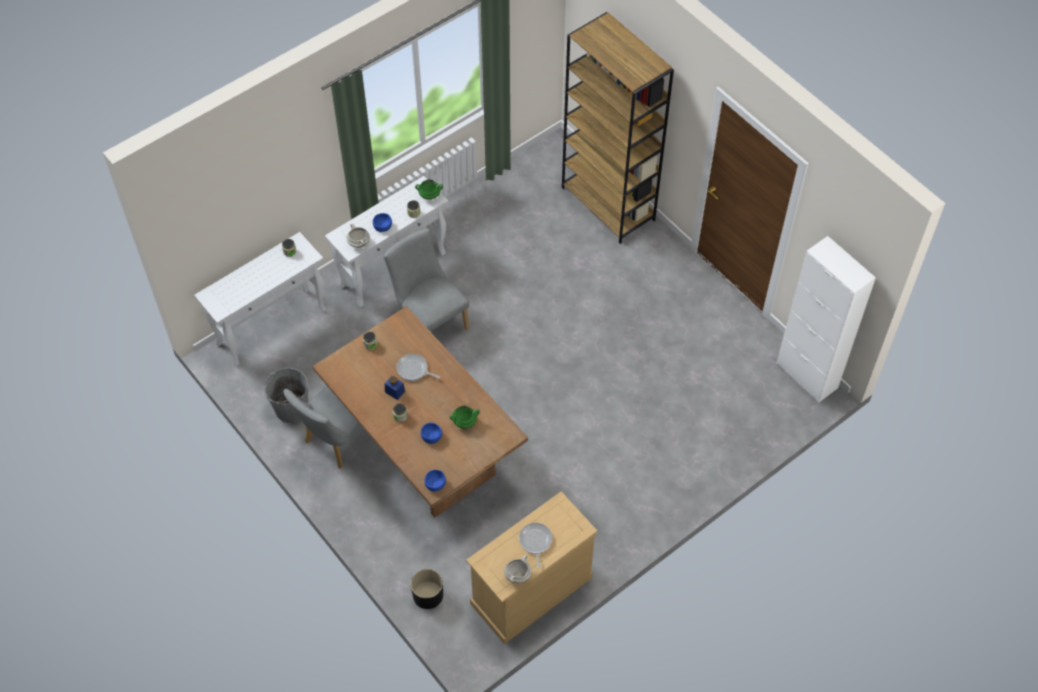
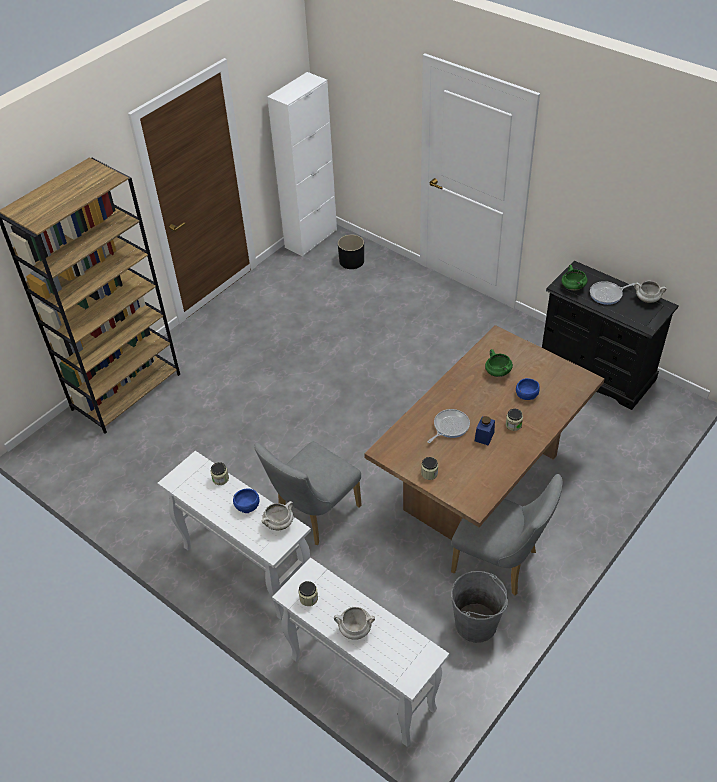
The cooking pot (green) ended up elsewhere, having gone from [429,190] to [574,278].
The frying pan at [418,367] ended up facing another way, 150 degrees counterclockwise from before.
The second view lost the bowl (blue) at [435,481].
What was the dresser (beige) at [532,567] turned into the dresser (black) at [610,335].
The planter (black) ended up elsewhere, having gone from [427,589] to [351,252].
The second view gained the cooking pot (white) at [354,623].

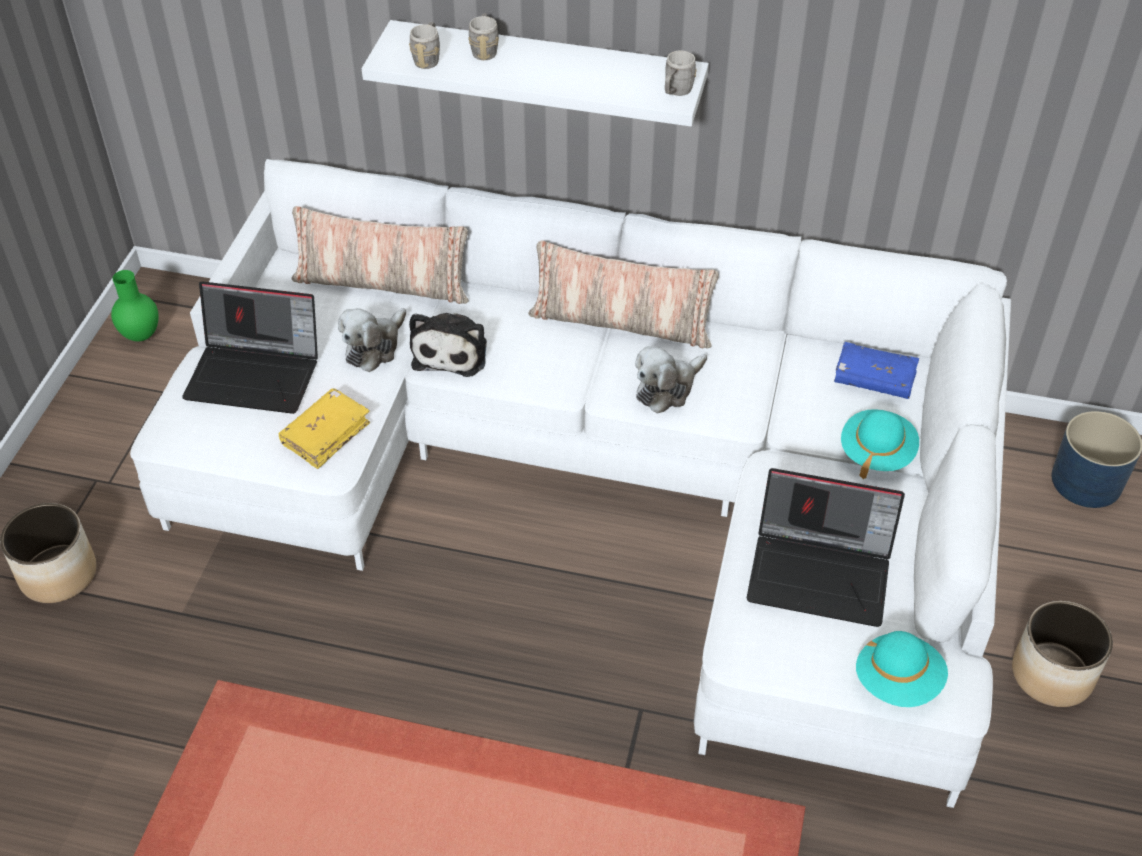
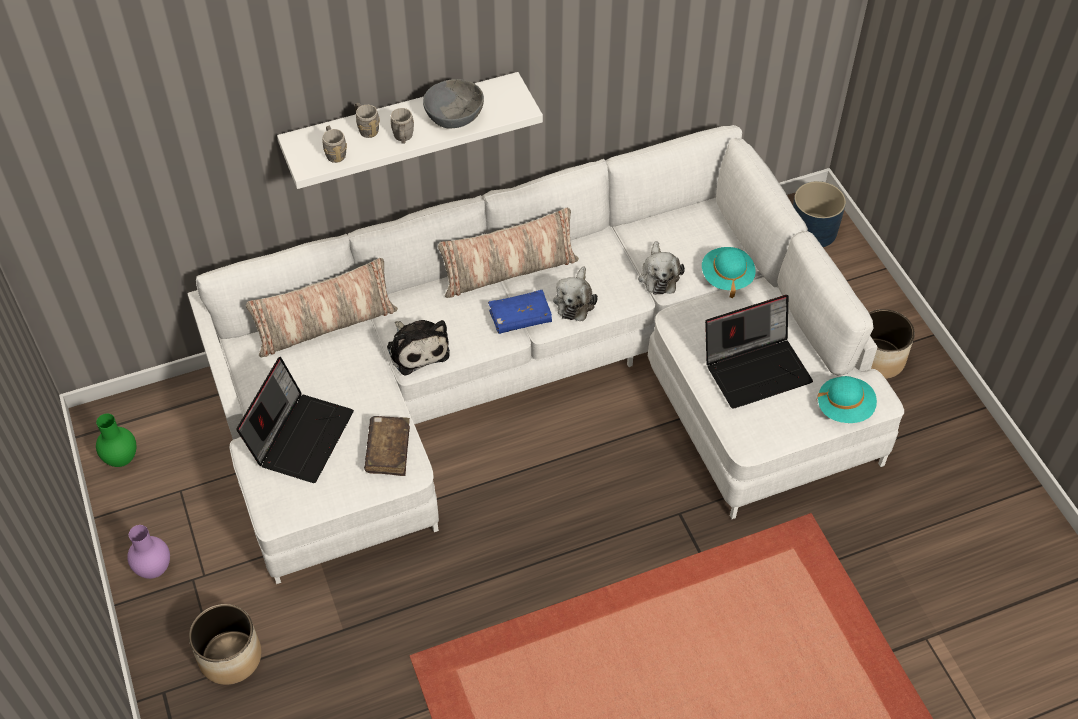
The mug (grey) ended up elsewhere, having gone from [681,73] to [402,126].
The laptop at [250,348] ended up facing another way, 45 degrees counterclockwise from before.
The plush toy ended up elsewhere, having gone from [372,340] to [661,268].
The book (blue) ended up elsewhere, having gone from [876,370] to [520,312].
What was the book (yellow) at [324,429] turned into the book (brown) at [387,446].
The second view gained the bowl (grey) at [453,103].
The second view gained the vase (purple) at [148,552].

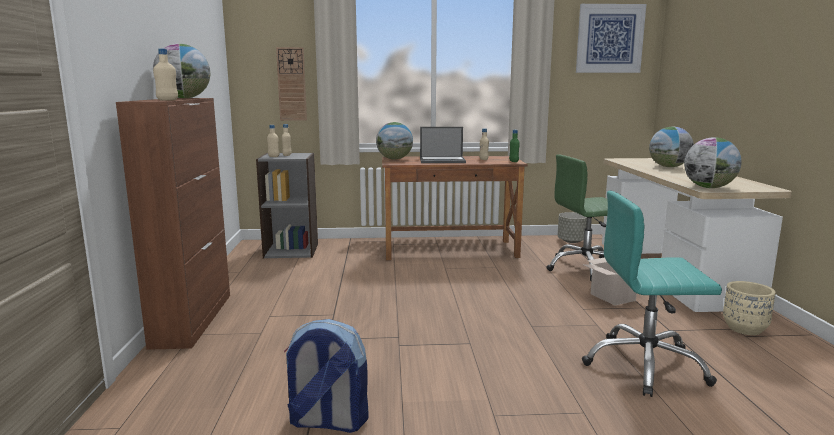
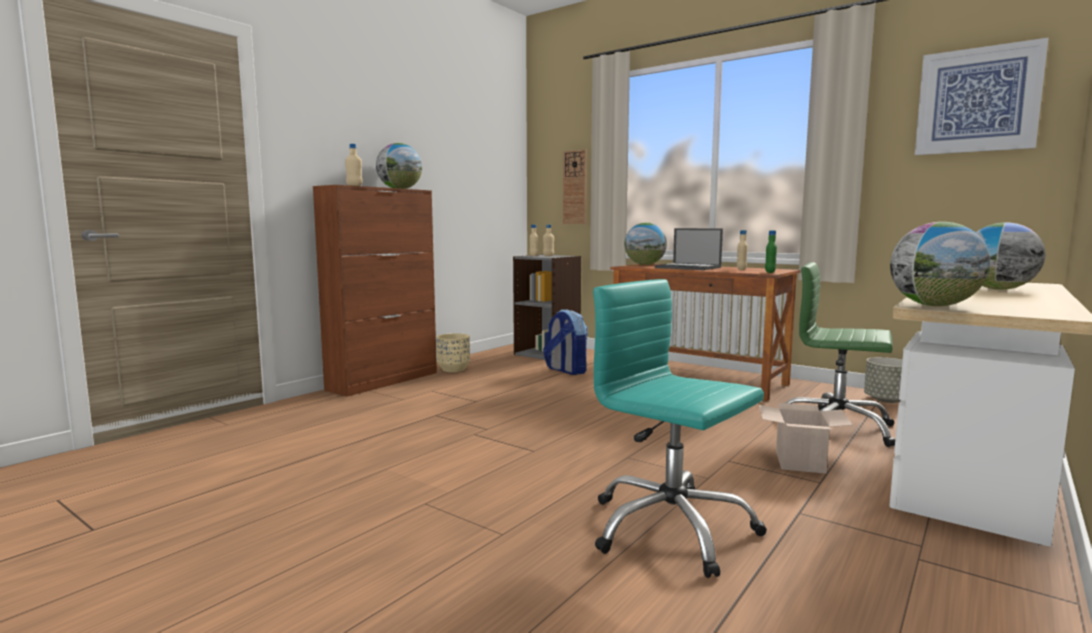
The planter (beige) ended up elsewhere, having gone from [749,308] to [453,352].
The backpack ended up elsewhere, having gone from [326,376] to [565,342].

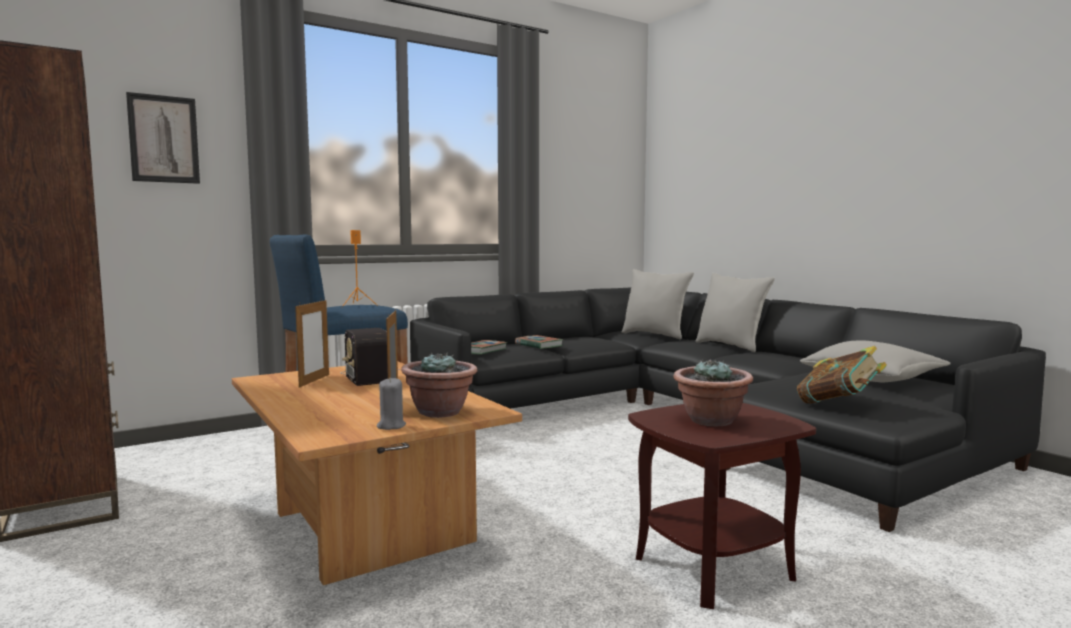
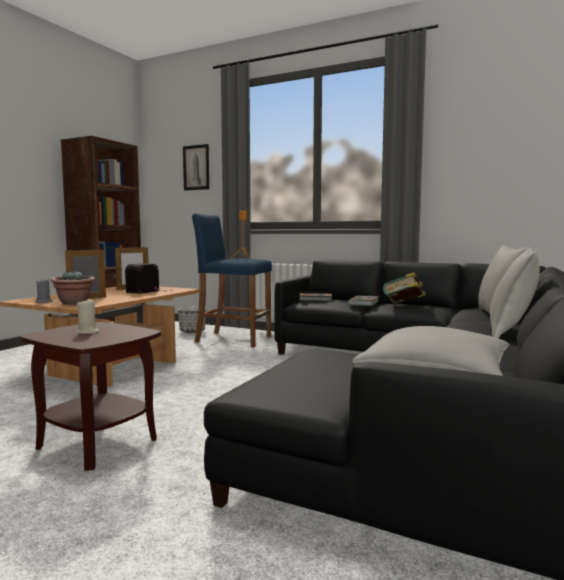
The book ended up elsewhere, having gone from [842,375] to [404,288].
Where the potted plant stood at [713,392], the candle (beige) came to stand at [88,317].
The second view gained the planter at [192,320].

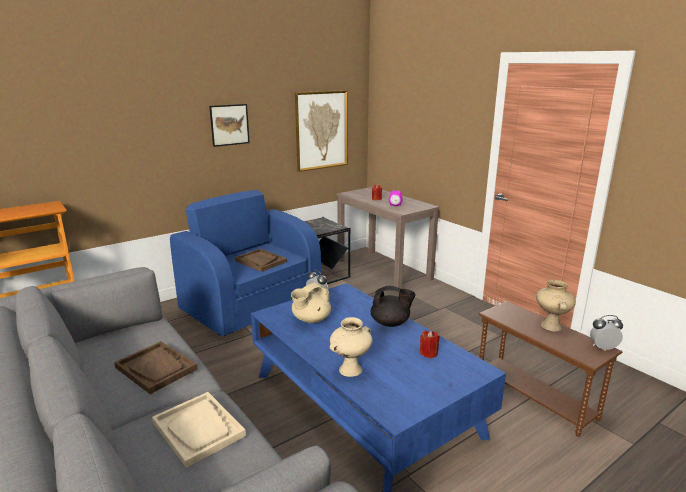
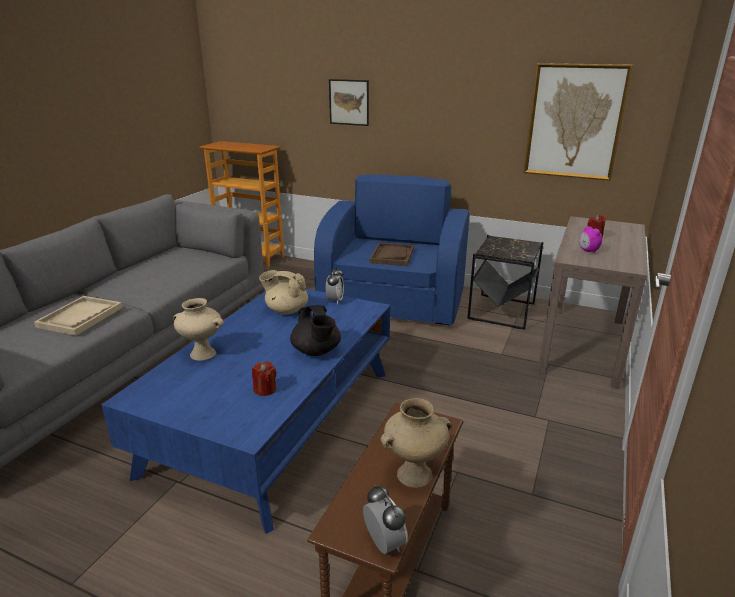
The picture ended up elsewhere, having gone from [229,125] to [349,102].
The second view lost the tray (brown) at [156,367].

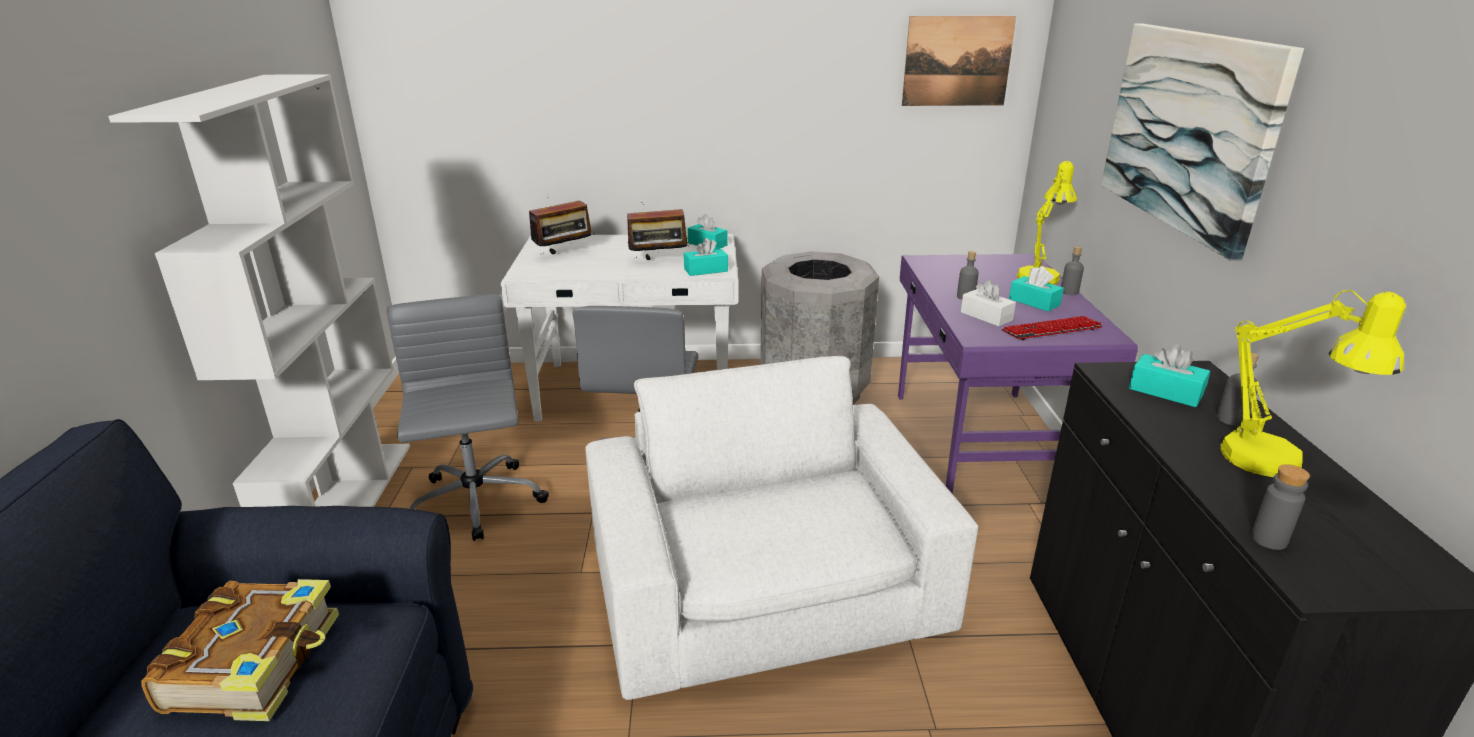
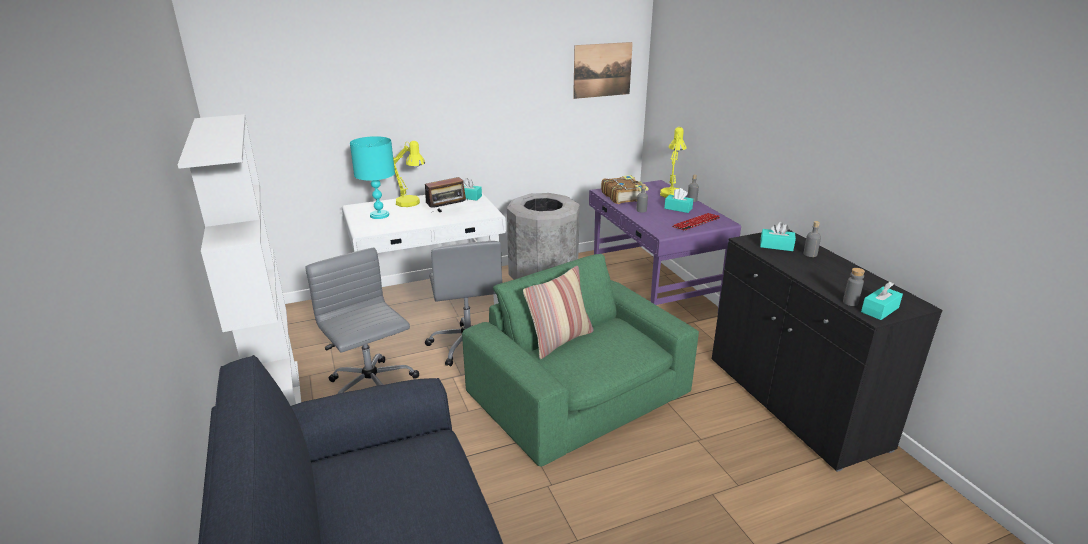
The second view lost the picture at [1202,142].
Where the radio stood at [562,225], the table lamp (turquoise) came to stand at [372,177].
The tissue box (turquoise) ended up elsewhere, having gone from [706,257] to [882,301].
The second view lost the tissue box (white) at [988,303].
The table lamp (yellow) ended up elsewhere, having gone from [1313,383] to [409,174].
What was the armchair (white) at [782,528] turned into the armchair (green) at [580,360].
The book ended up elsewhere, having gone from [240,650] to [624,189].
The second view gained the pillow at [558,312].

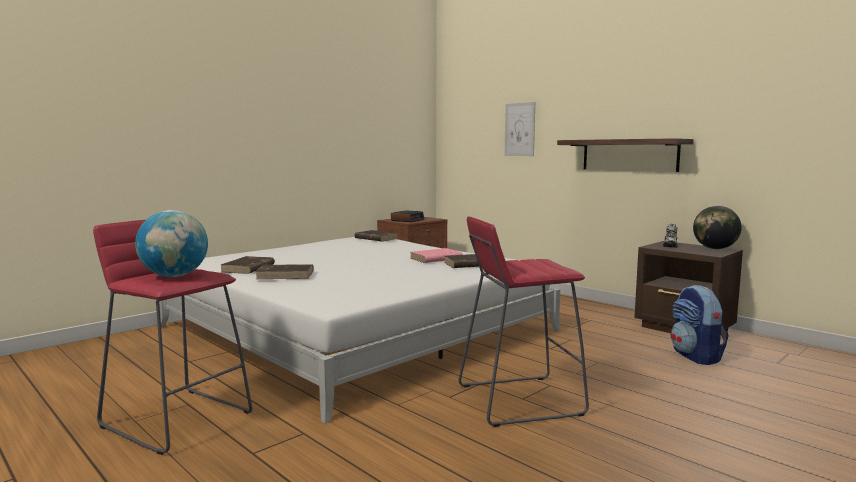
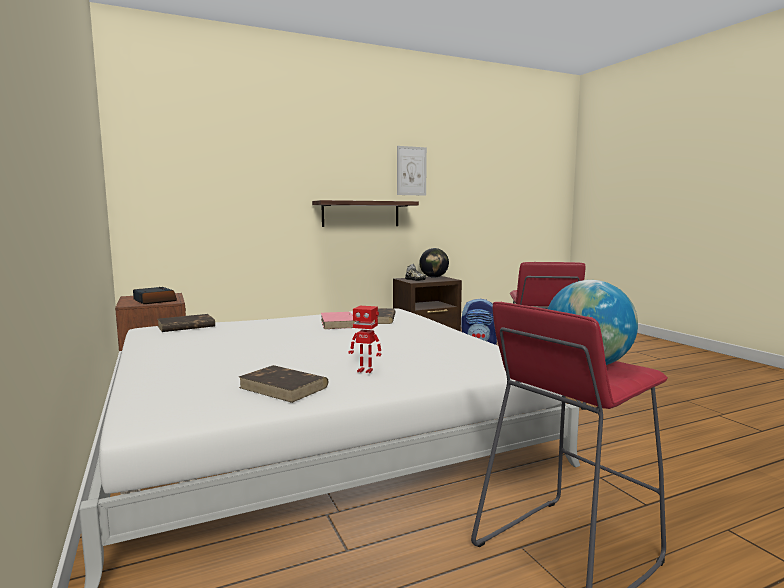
The picture ended up elsewhere, having gone from [520,129] to [412,171].
Where the book (brown) stood at [285,271], the toy robot came to stand at [365,339].

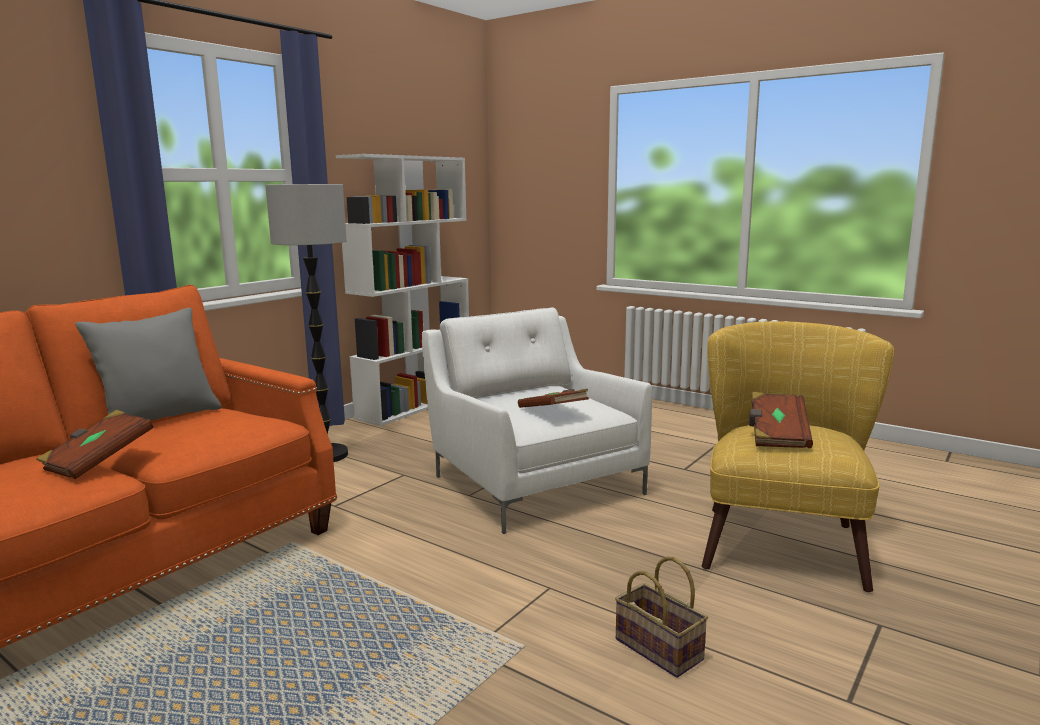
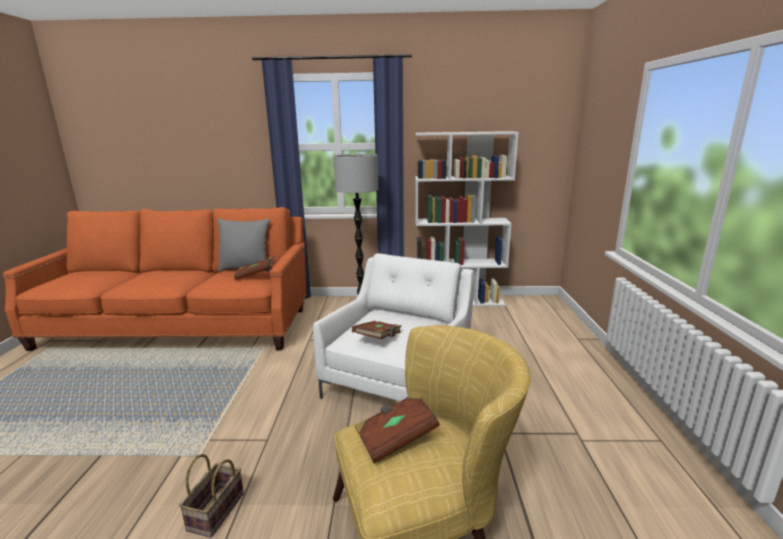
The book (brown) ended up elsewhere, having gone from [94,444] to [254,268].

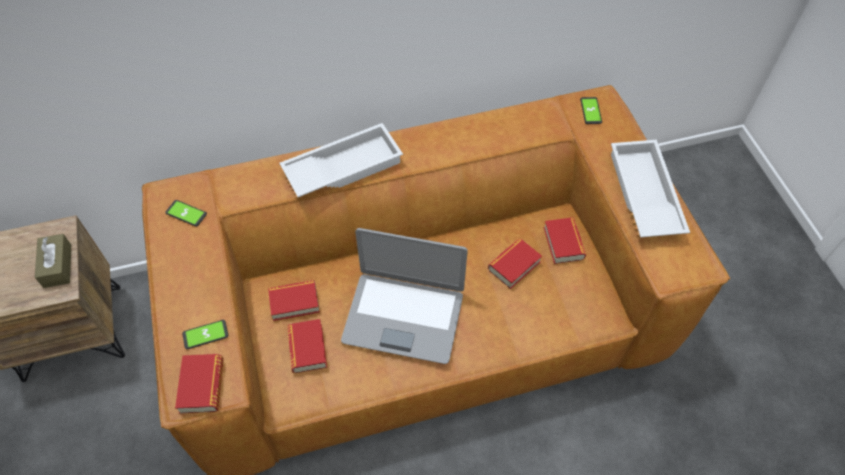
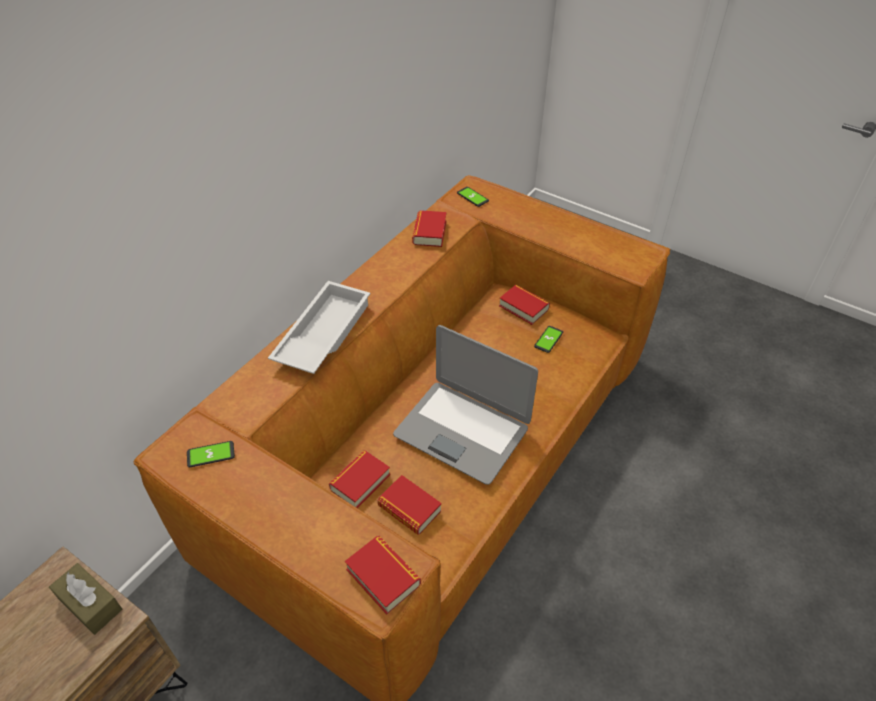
The second view lost the tray (white) at [650,189].
The laptop at [404,296] ended up facing another way, 60 degrees clockwise from before.
The book ended up elsewhere, having gone from [515,263] to [429,228].
The phone ended up elsewhere, having gone from [205,334] to [548,339].

